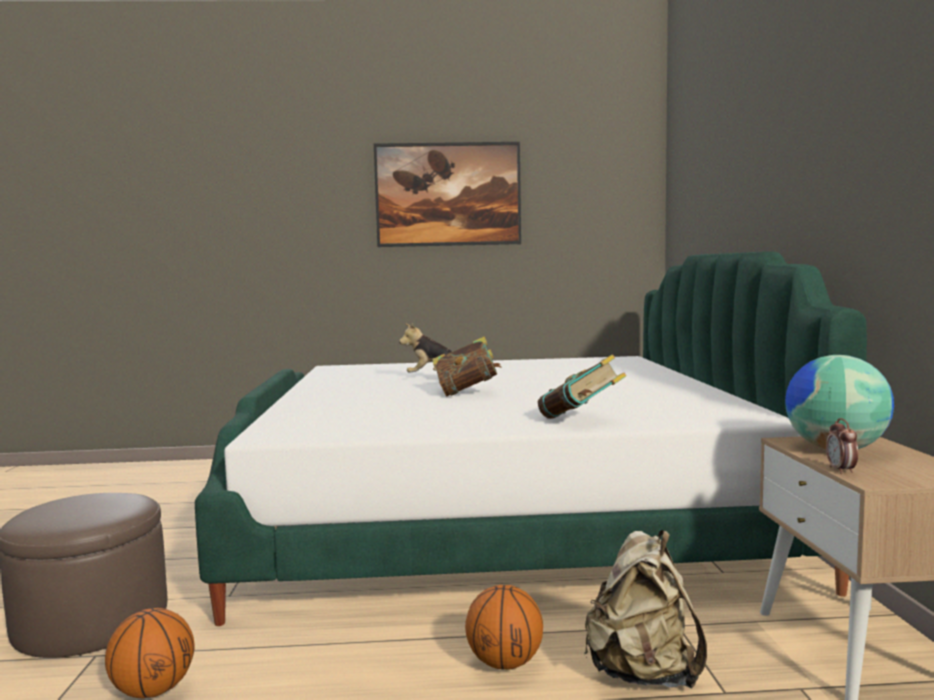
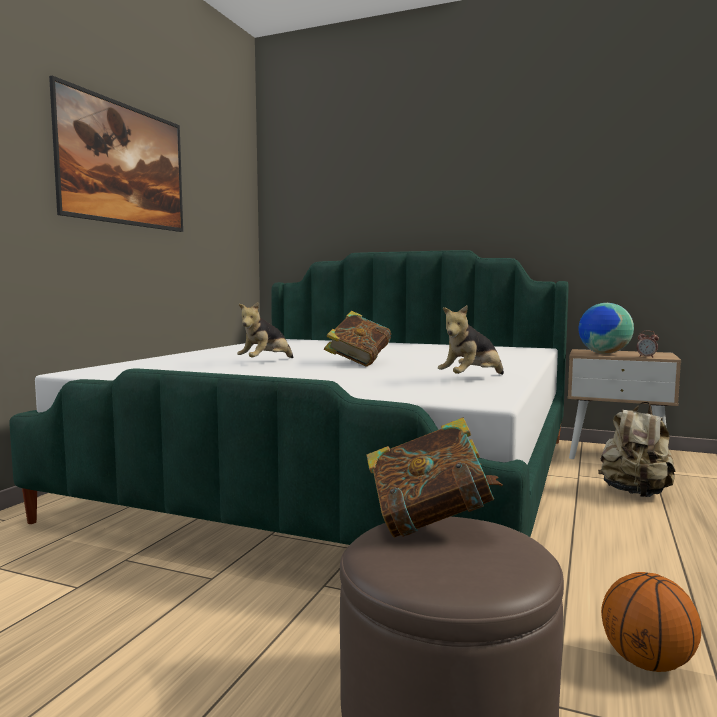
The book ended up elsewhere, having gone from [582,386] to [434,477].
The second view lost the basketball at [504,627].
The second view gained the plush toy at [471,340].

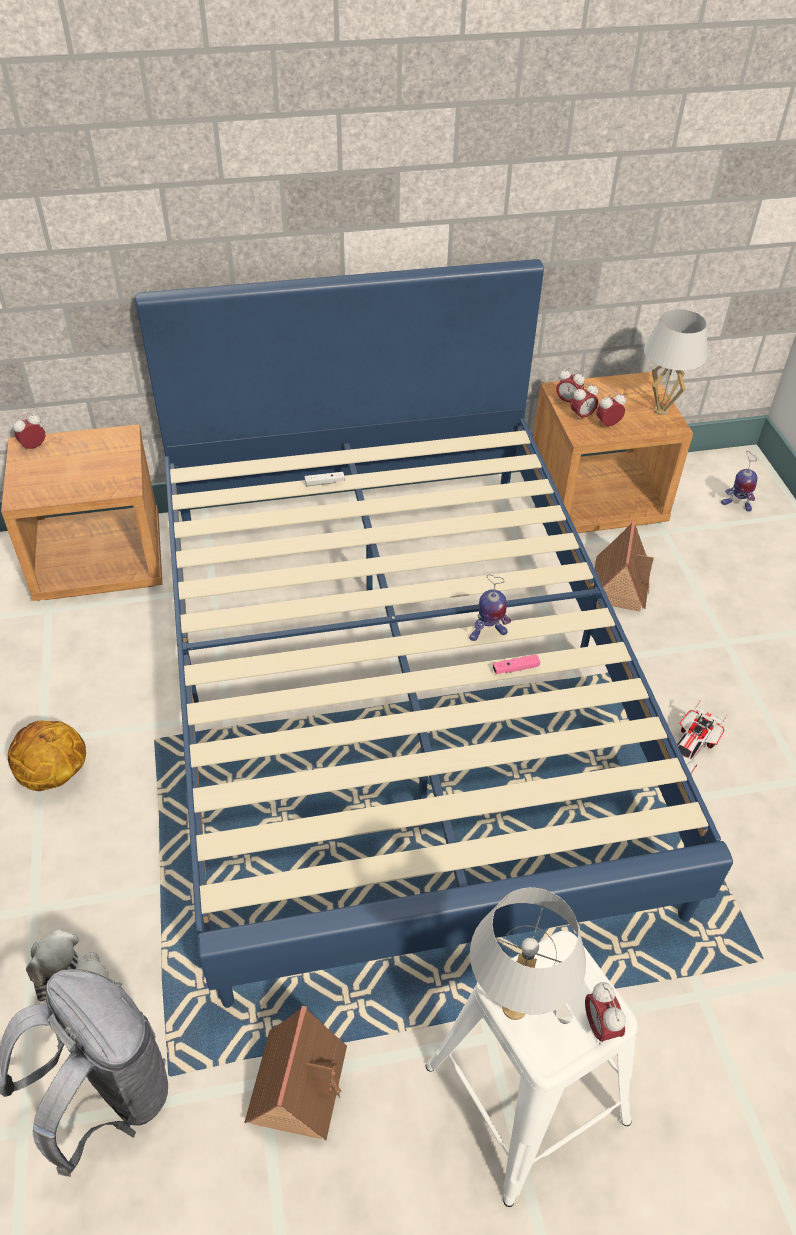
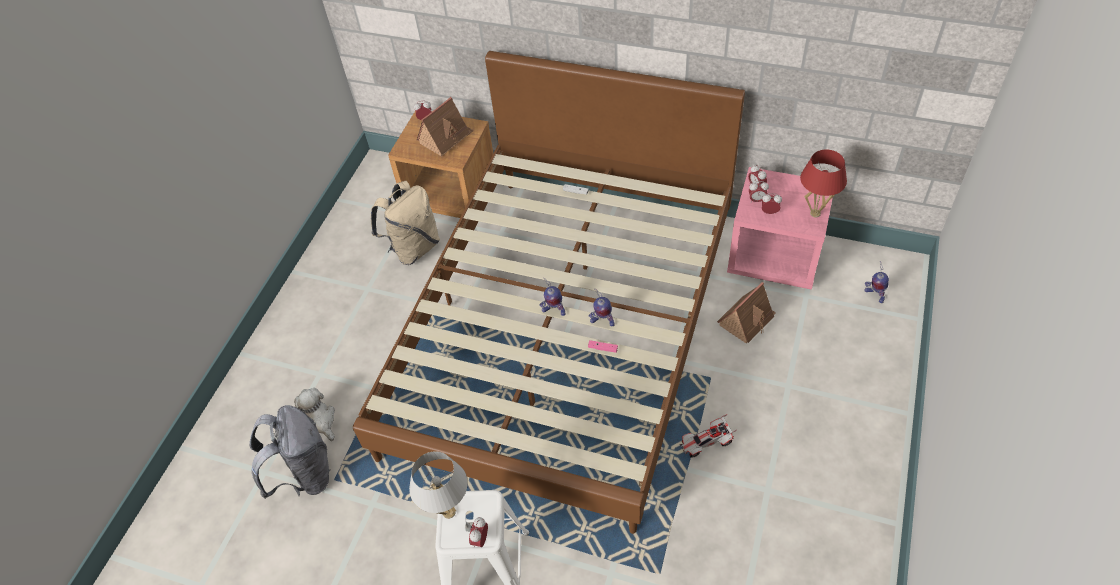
What was the bed (blue) at [434,633] turned into the bed (brown) at [549,292].
What was the table lamp (white) at [676,362] turned into the table lamp (red) at [823,183].
What was the nightstand (brown) at [613,452] turned into the nightstand (pink) at [780,228].
The second view lost the basketball at [47,756].
The toy house ended up elsewhere, having gone from [295,1073] to [445,126].
The second view gained the backpack (beige) at [405,223].
The second view gained the toy robot at [552,297].

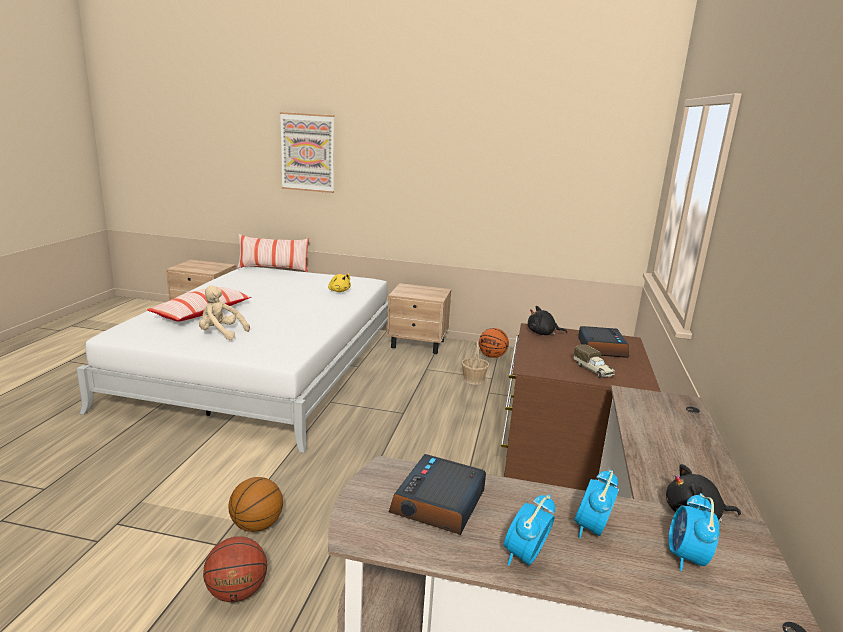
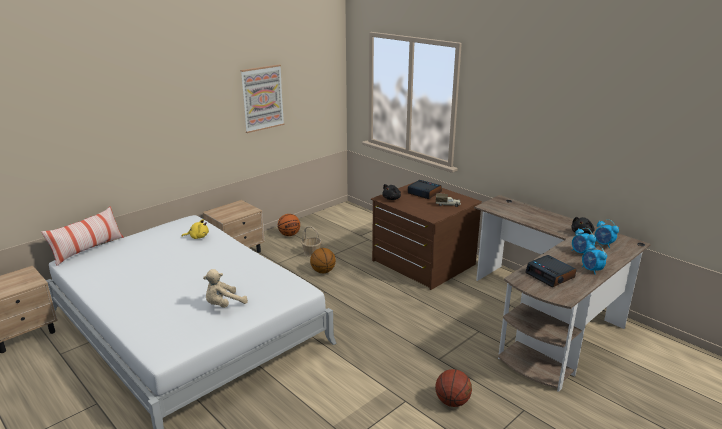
The picture ended up elsewhere, having gone from [307,152] to [262,99].
The second view lost the pillow at [199,304].
The basketball ended up elsewhere, having gone from [256,504] to [323,260].

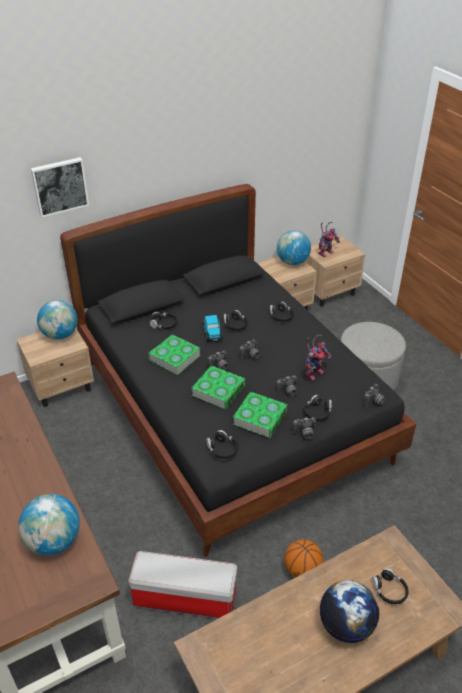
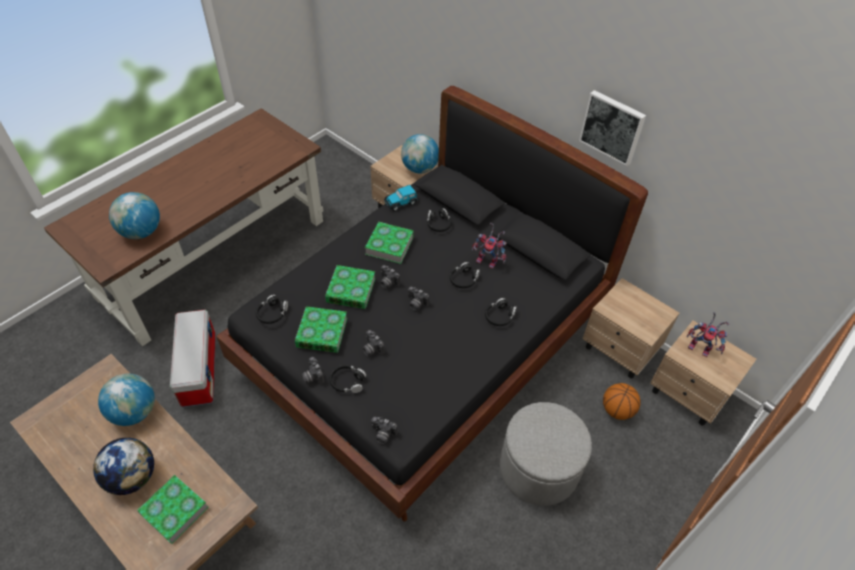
The picture ended up elsewhere, having gone from [59,187] to [612,128].
The globe ended up elsewhere, having gone from [294,248] to [126,400].
The toy car ended up elsewhere, having gone from [213,328] to [401,198].
The toy robot ended up elsewhere, having gone from [317,358] to [489,246].
The basketball ended up elsewhere, having gone from [303,558] to [622,401].
Where the headphones (black) stood at [390,586], the book came to stand at [173,509].

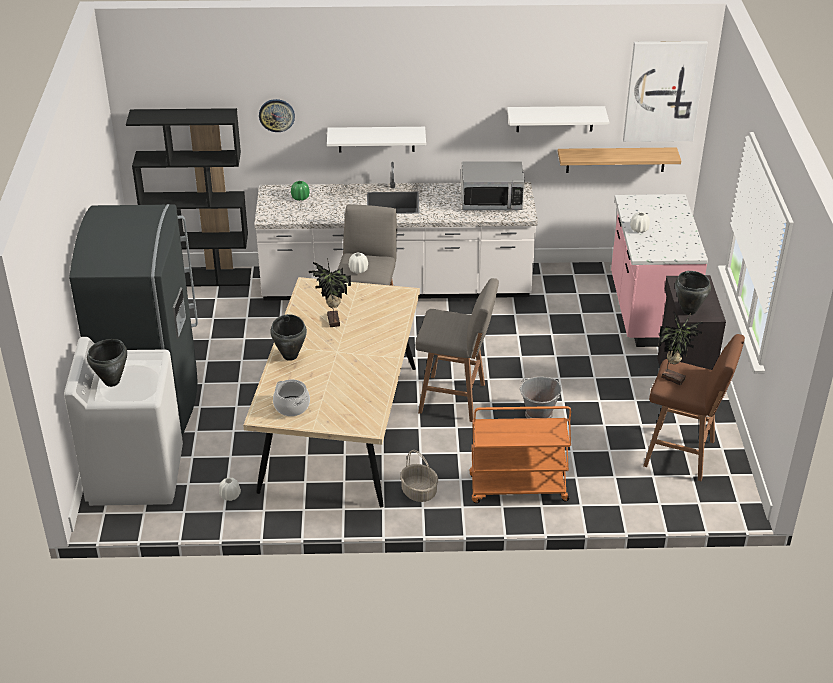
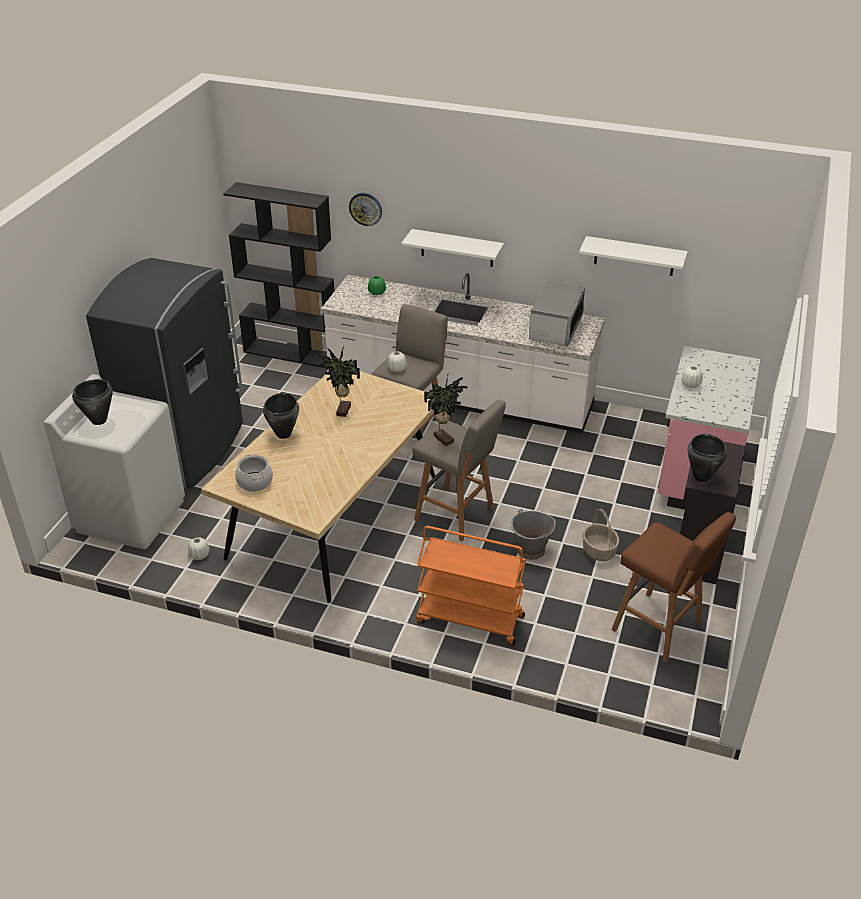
The second view lost the picture at [665,91].
The second view lost the shelf at [619,160].
The microwave at [493,185] ended up facing another way, 90 degrees counterclockwise from before.
The potted plant ended up elsewhere, having gone from [680,348] to [445,410].
The basket ended up elsewhere, having gone from [419,476] to [601,534].

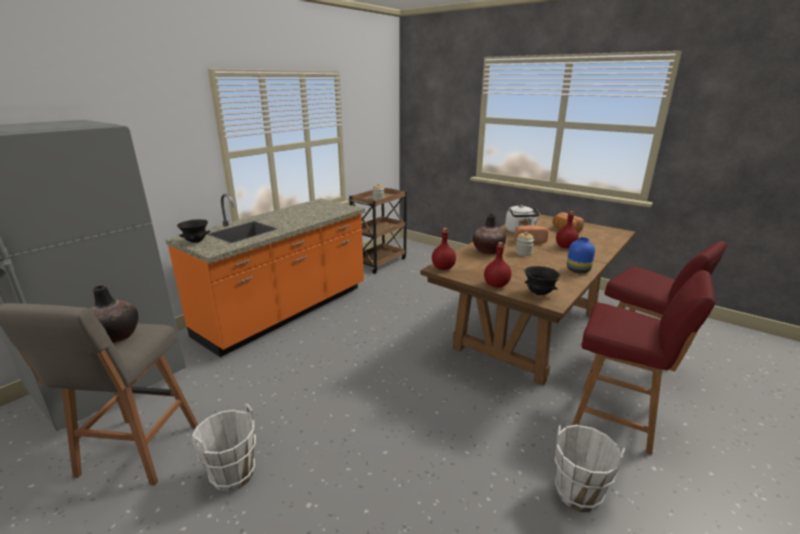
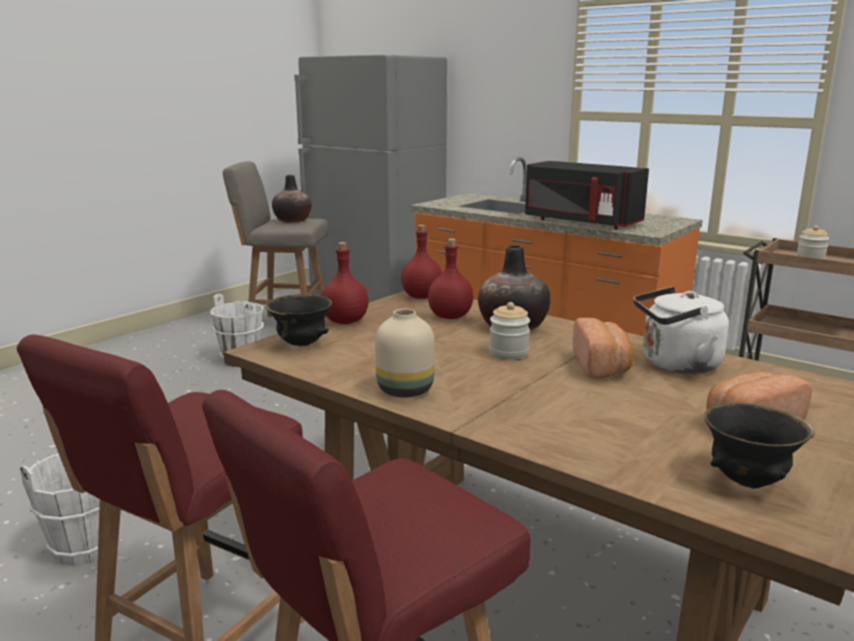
The bottle (red) ended up elsewhere, having gone from [567,229] to [451,279].
The bowl (black) ended up elsewhere, having gone from [193,231] to [759,446].
What was the vase (blue) at [581,255] turned into the vase (beige) at [405,353].
The second view gained the microwave (black) at [587,195].

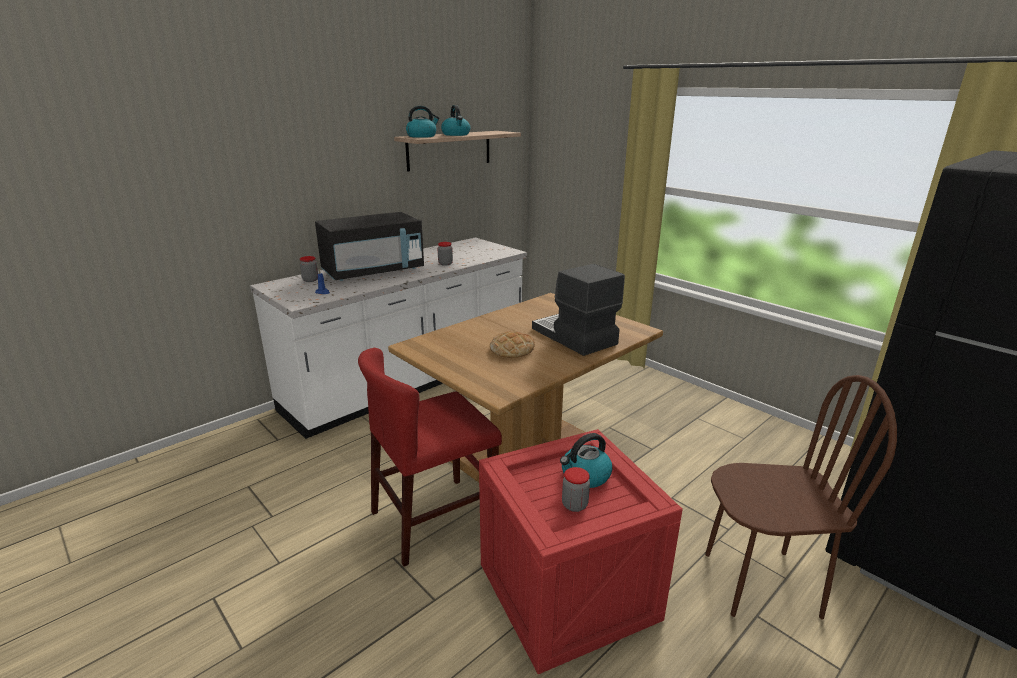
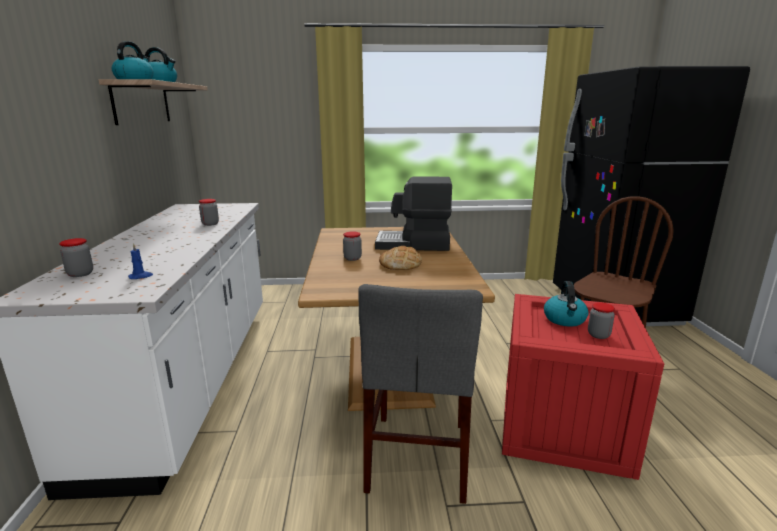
The second view lost the microwave (black) at [369,246].
What was the chair (red) at [430,457] turned into the chair (grey) at [420,394].
The second view gained the jar at [352,246].

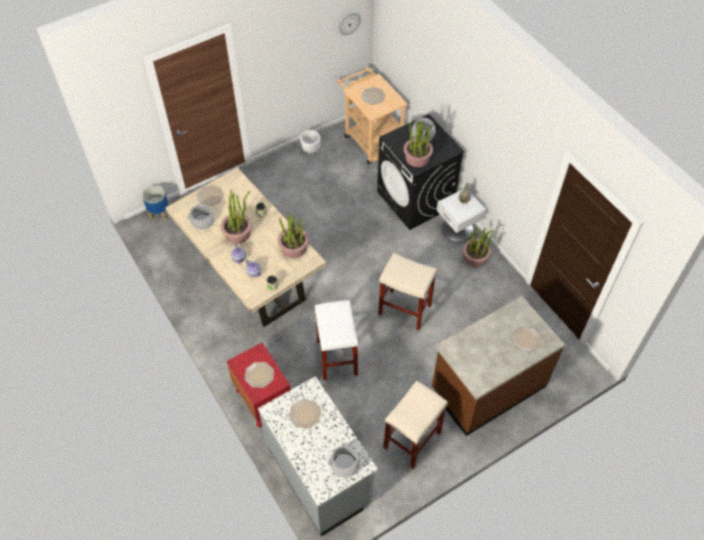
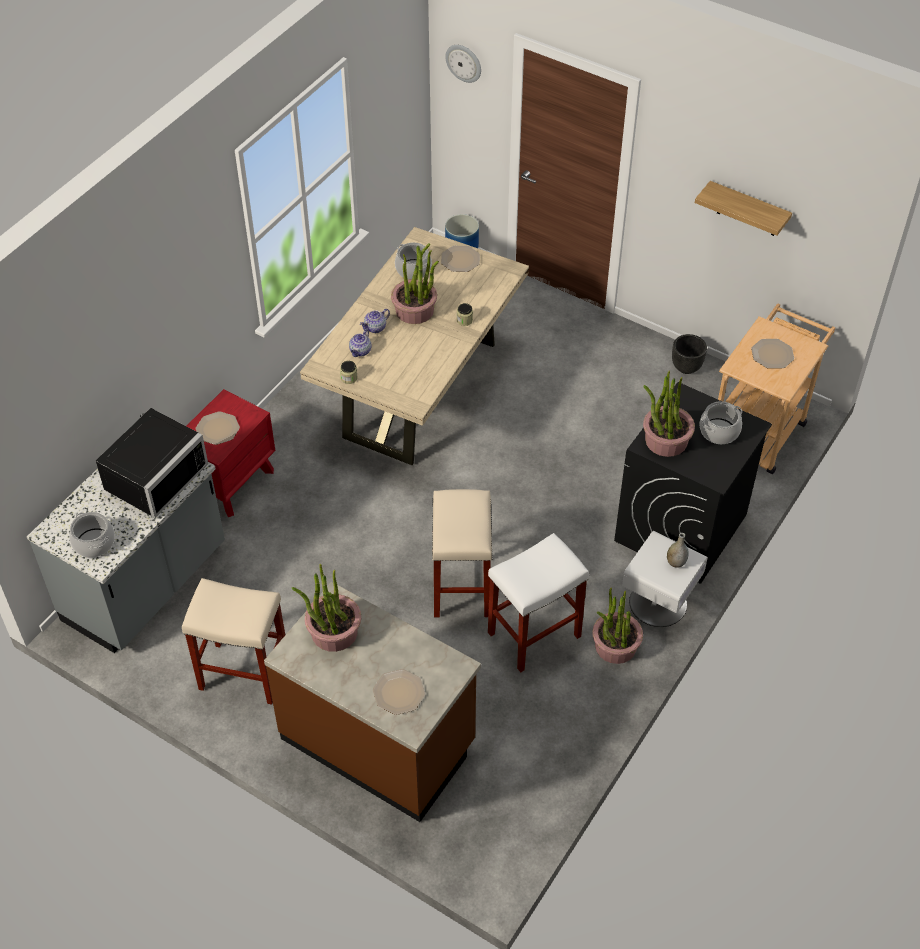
The wall clock ended up elsewhere, having gone from [350,23] to [463,64].
What was the planter (white) at [310,142] turned into the planter (black) at [689,354].
The potted plant ended up elsewhere, having gone from [293,235] to [326,608].
The stool (white) ended up elsewhere, having gone from [336,340] to [538,602].
Where the plate stood at [305,414], the microwave (black) came to stand at [152,463].
The second view gained the shelf at [743,208].

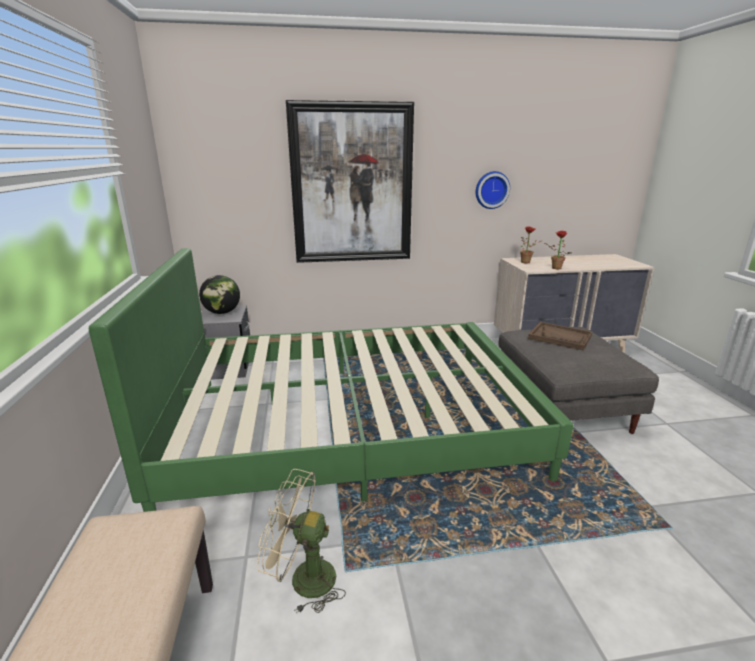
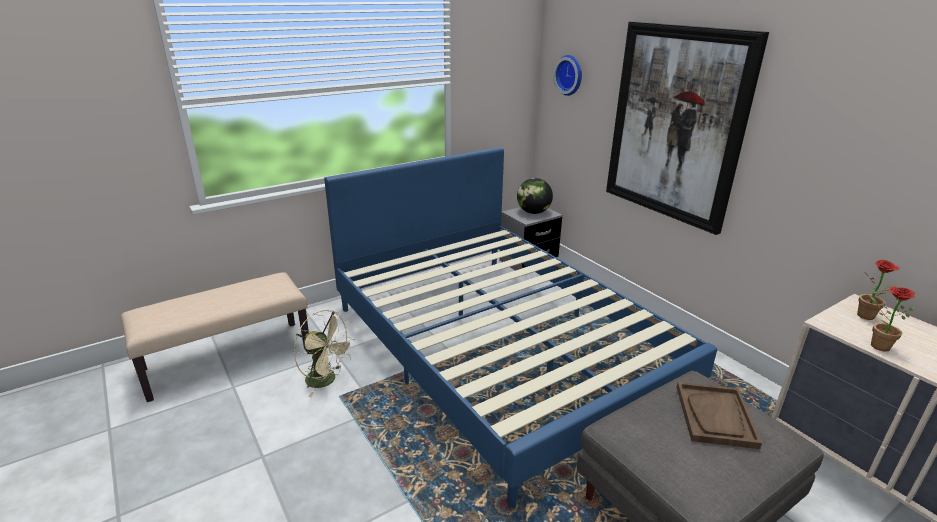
The wall clock ended up elsewhere, having gone from [493,190] to [567,75].
What was the bed (green) at [331,380] turned into the bed (blue) at [520,327].
The fan (beige) at [301,541] ended up facing another way, 135 degrees clockwise from before.

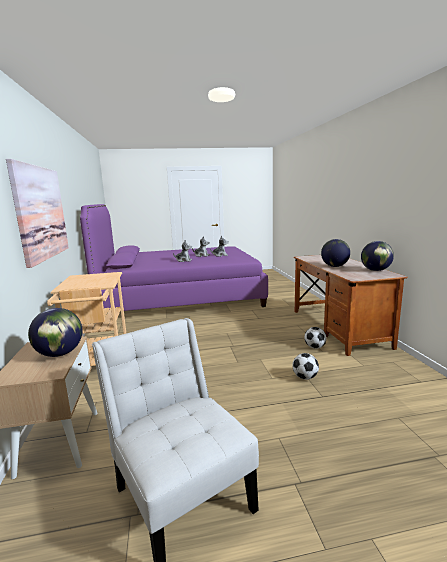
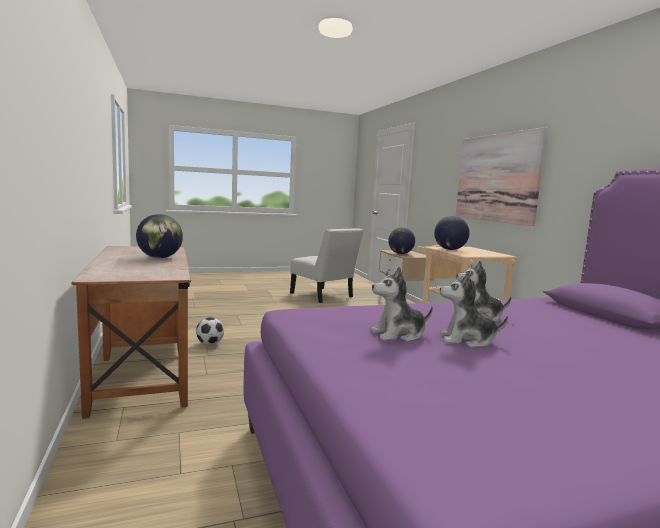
The globe ended up elsewhere, having gone from [377,256] to [452,233].
The second view lost the football at [305,366].

